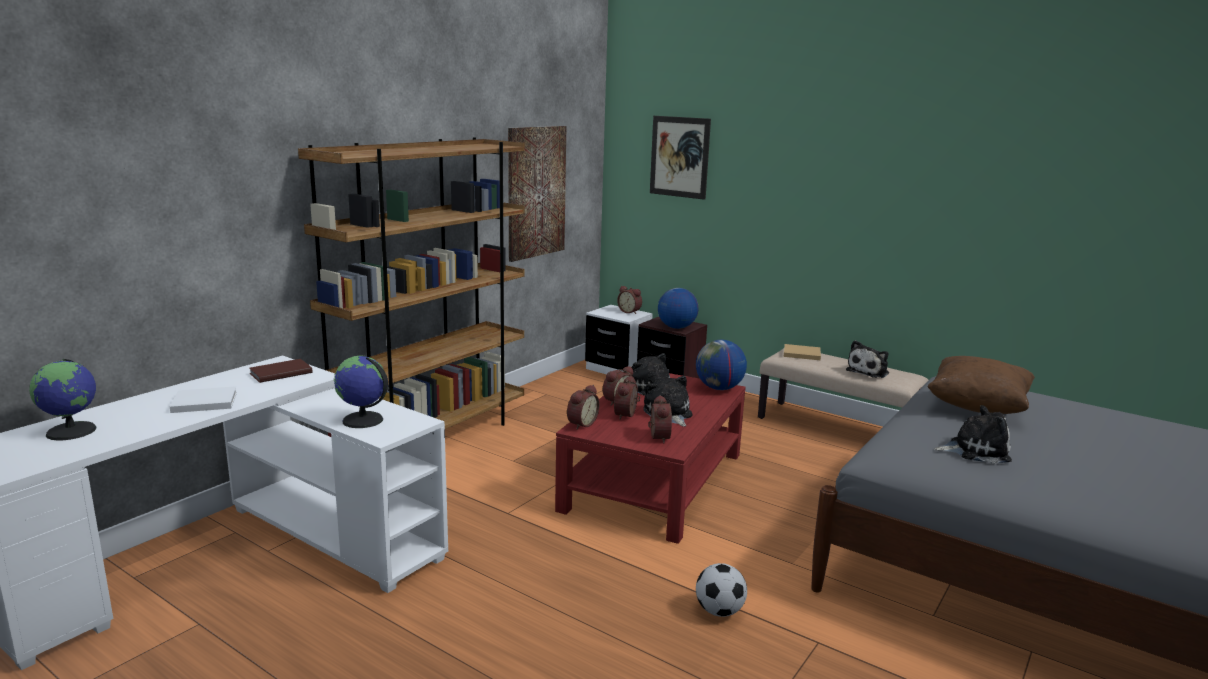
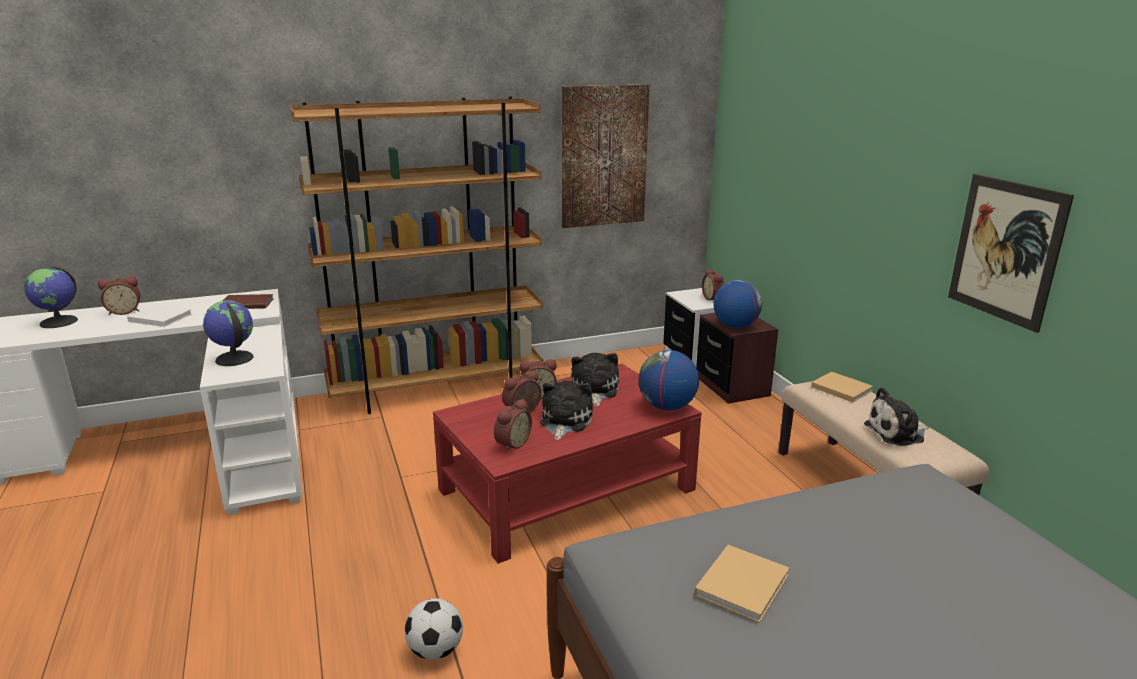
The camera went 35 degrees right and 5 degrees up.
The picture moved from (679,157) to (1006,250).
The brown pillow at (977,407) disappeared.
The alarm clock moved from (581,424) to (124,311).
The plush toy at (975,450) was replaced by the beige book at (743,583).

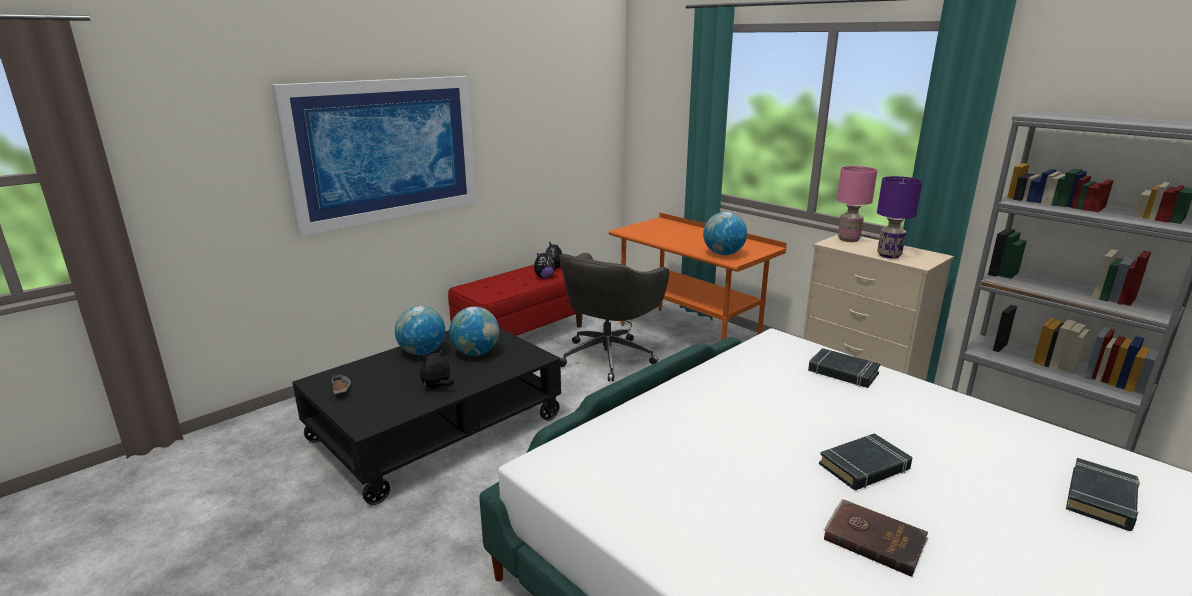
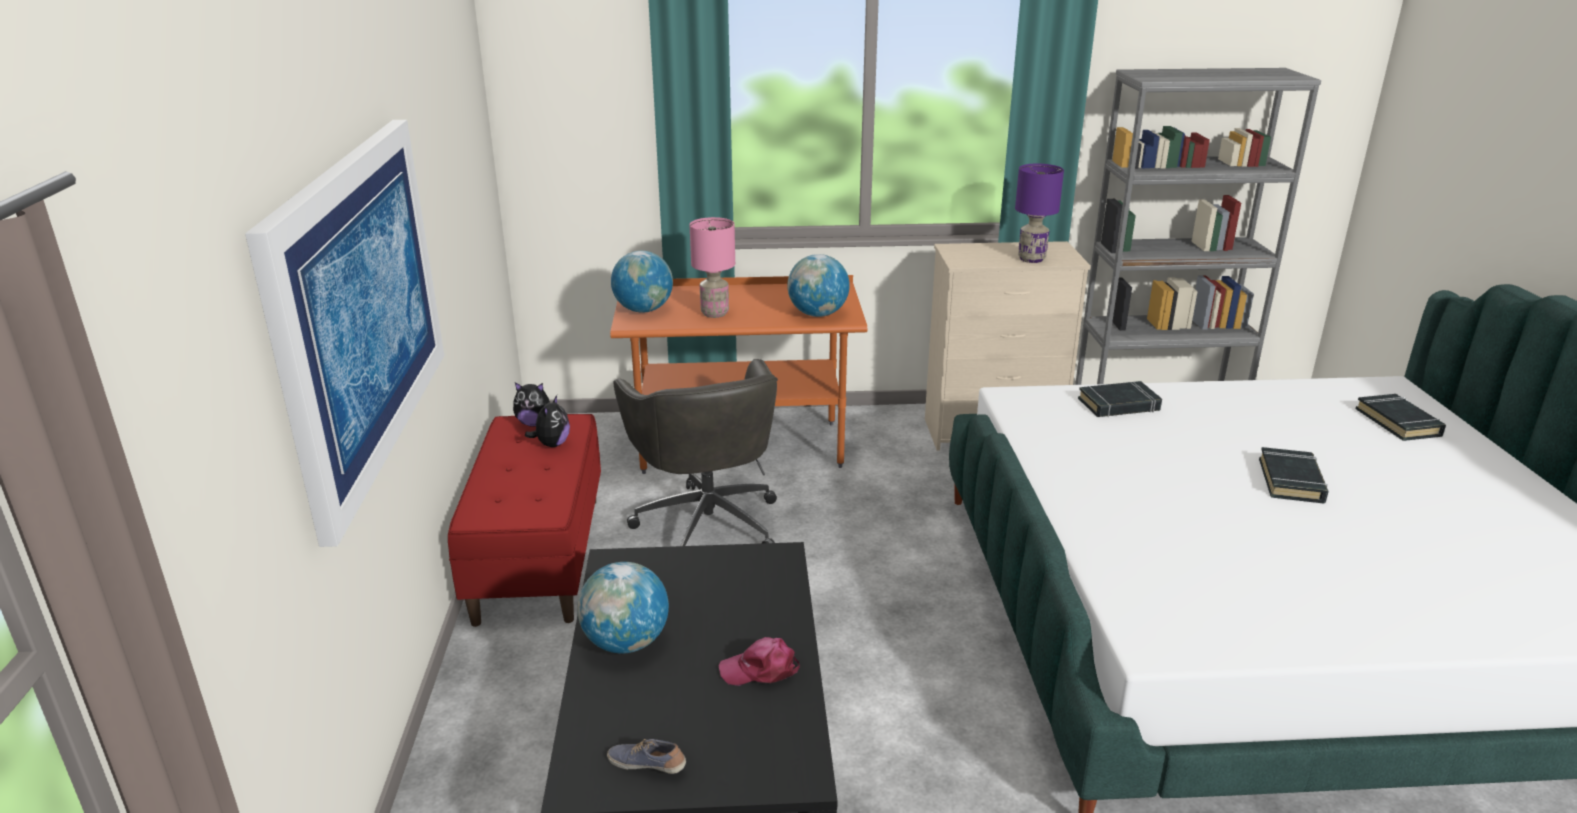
The camera went 50 degrees left and 5 degrees up.
The pink table lamp moved from (848,239) to (714,314).
The globe moved from (476,353) to (644,310).
The plush toy at (437,387) was replaced by the pink cap at (760,669).
The brown book at (874,538) disappeared.

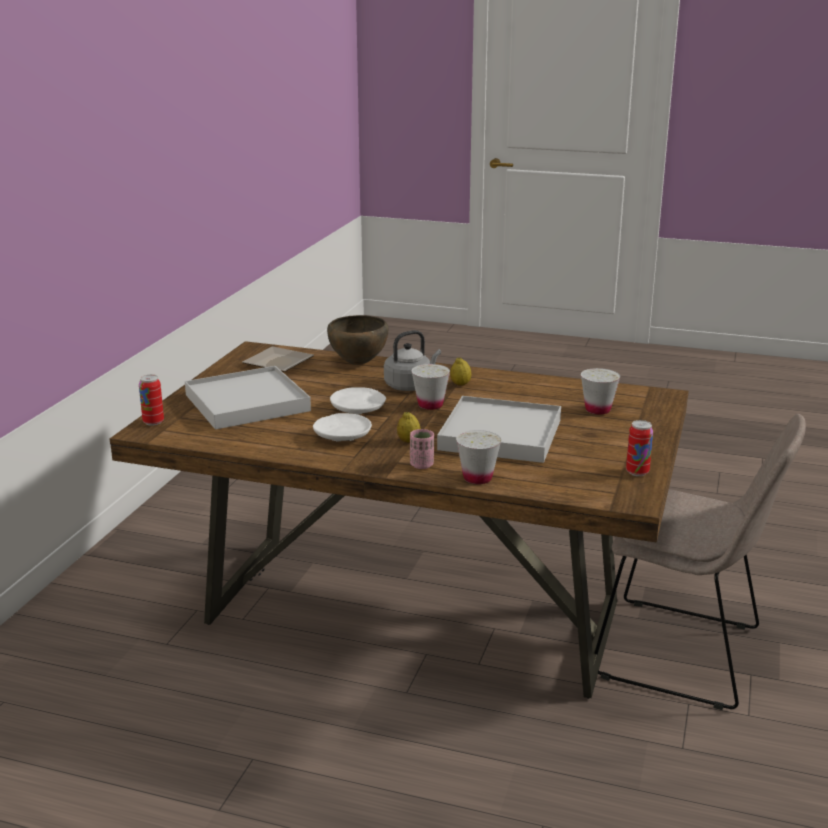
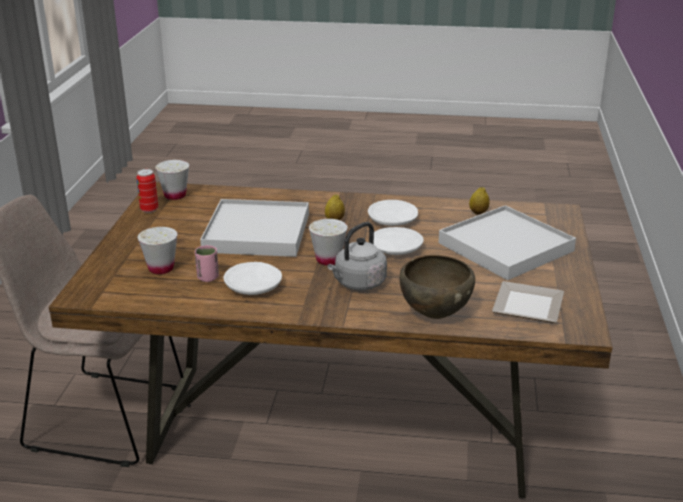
The camera went 170 degrees right and 5 degrees up.
The lemon moved from (460,384) to (478,212).
The can at (153,422) disappeared.
The pink cup moved from (421,465) to (208,278).
The white cup moved from (477,478) to (175,195).
The white plate at (254,287) appeared.

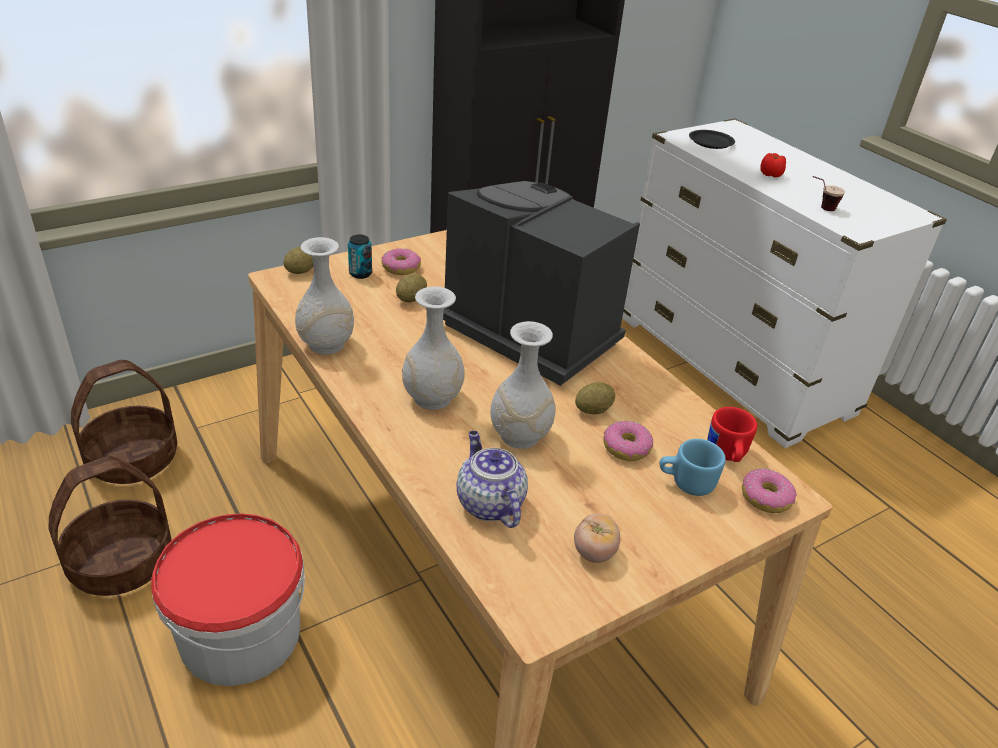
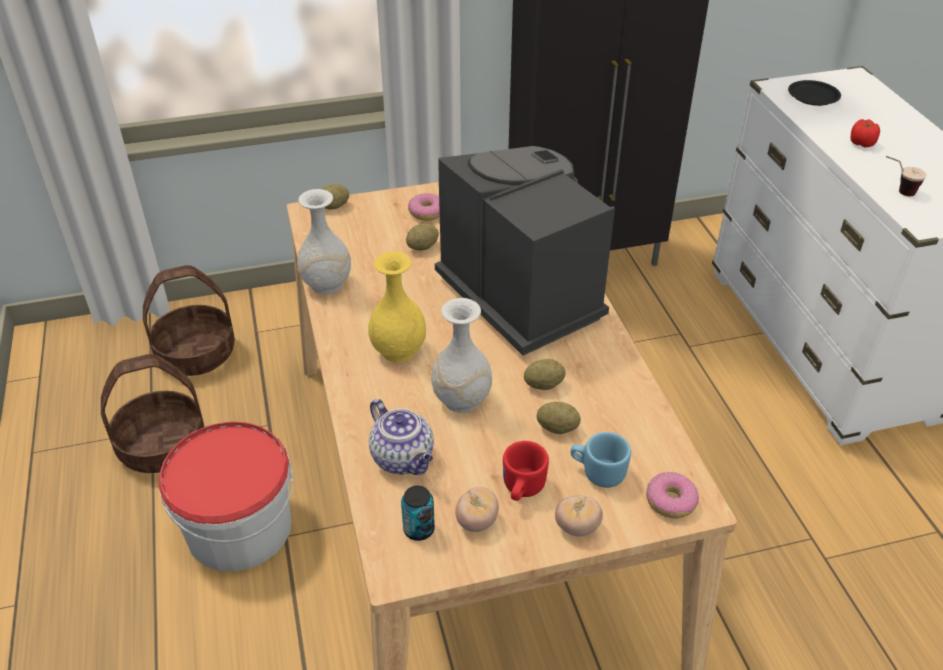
The camera went 20 degrees right and 5 degrees up.
The can moved from (360,273) to (419,529).
The white vase at (433,397) became the yellow vase at (399,350).
The red mug moved from (726,455) to (521,489).
The donut at (626,448) was replaced by the potato at (557,428).
The teapot at (488,503) turned 150 degrees clockwise.
The tomato at (577,527) appeared.

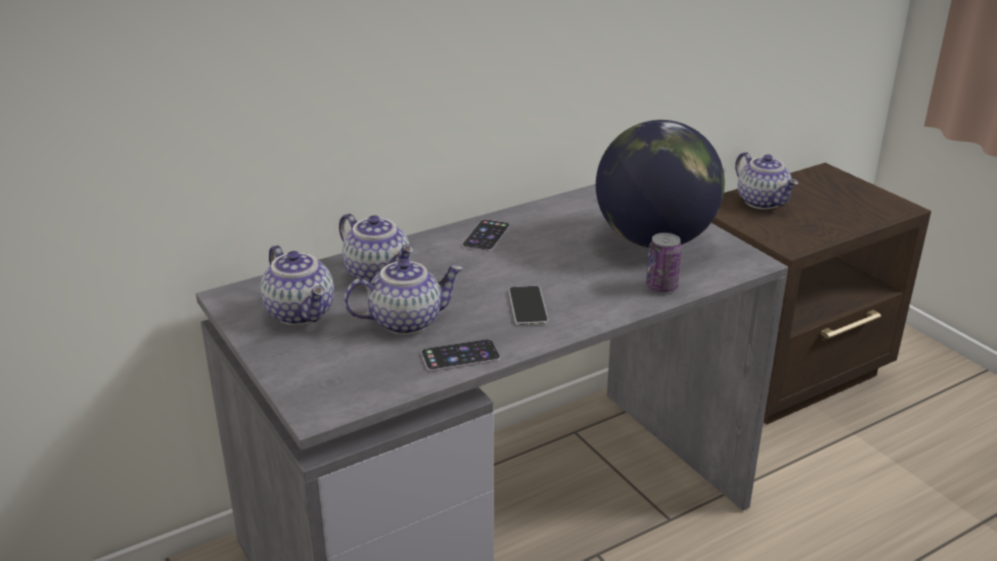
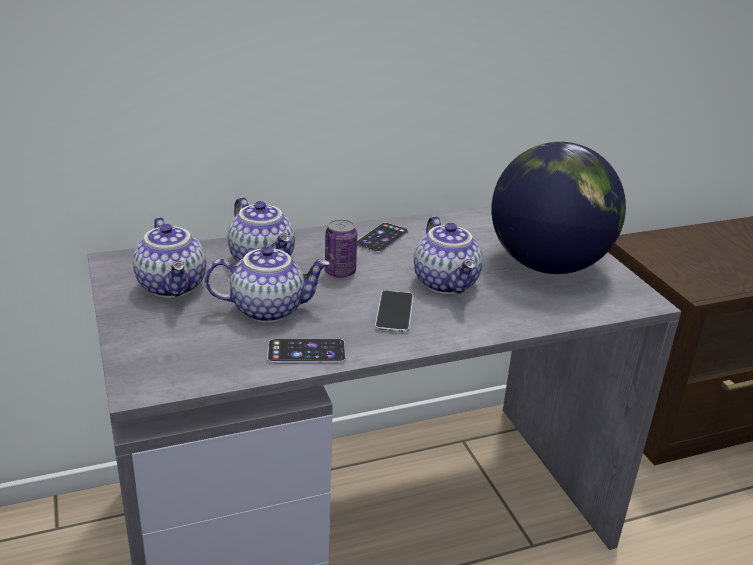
The camera went 10 degrees right and 0 degrees up.
The teapot moved from (763,202) to (447,283).
The can moved from (661,286) to (340,272).

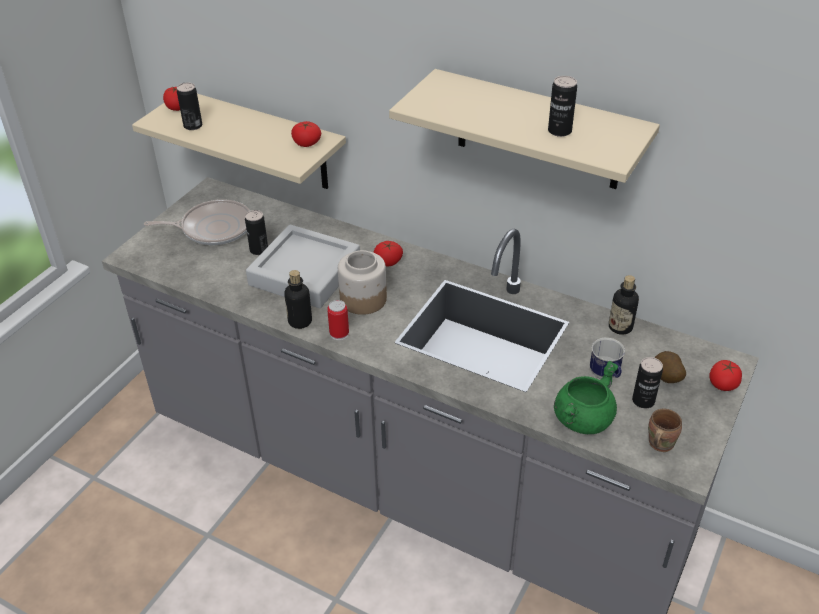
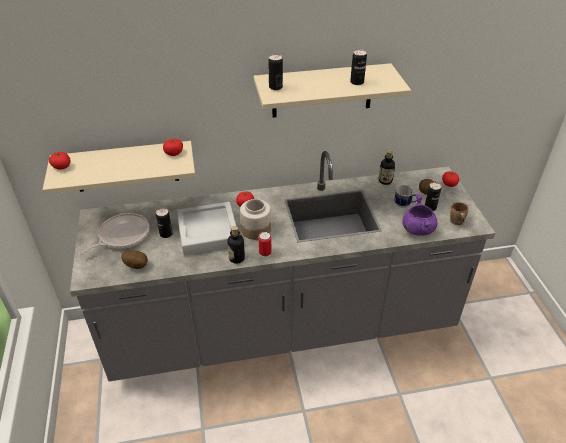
The camera went 40 degrees left and 0 degrees up.
The can moved from (193,126) to (275,87).
The green cooking pot at (582,418) became the purple cooking pot at (417,229).
The potato at (137,265) appeared.

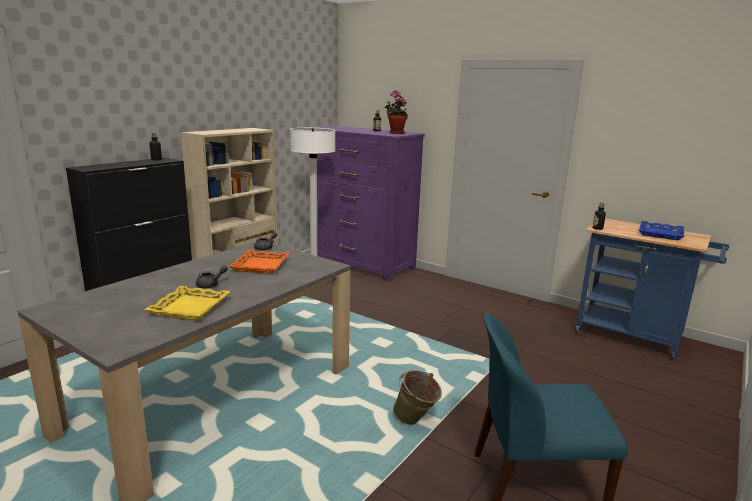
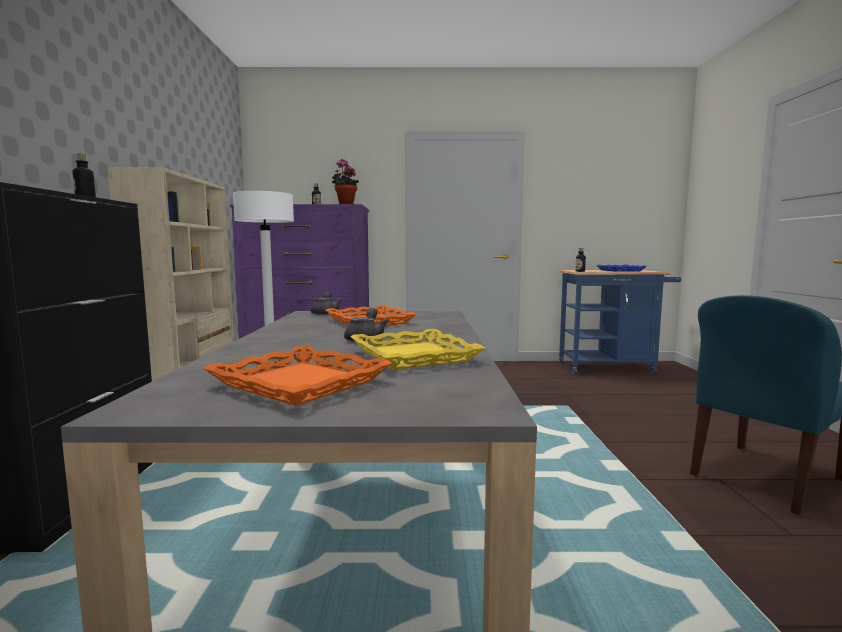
The camera went 35 degrees left and 10 degrees down.
The green bucket at (415,421) disappeared.
The orange tray at (301,383) appeared.

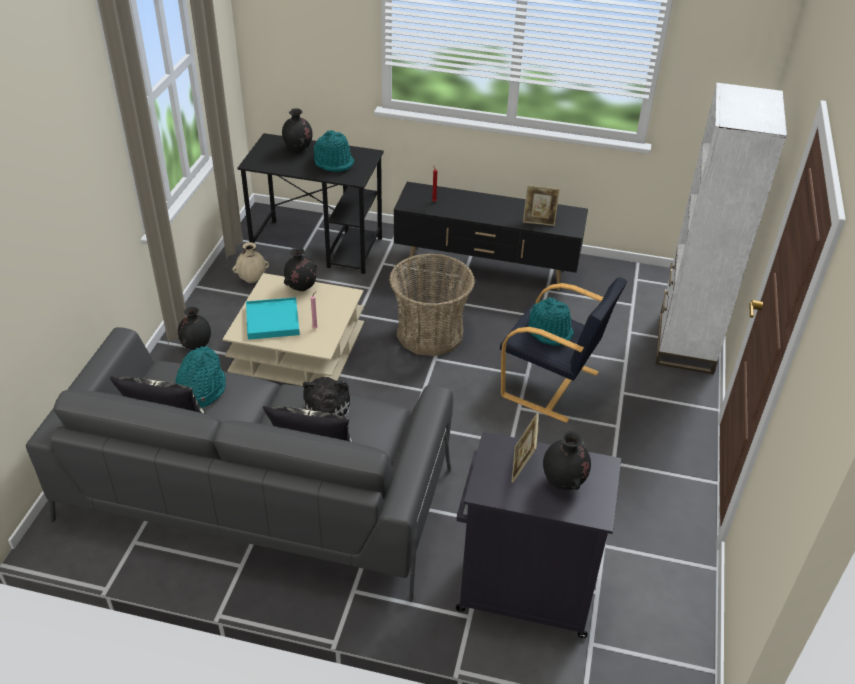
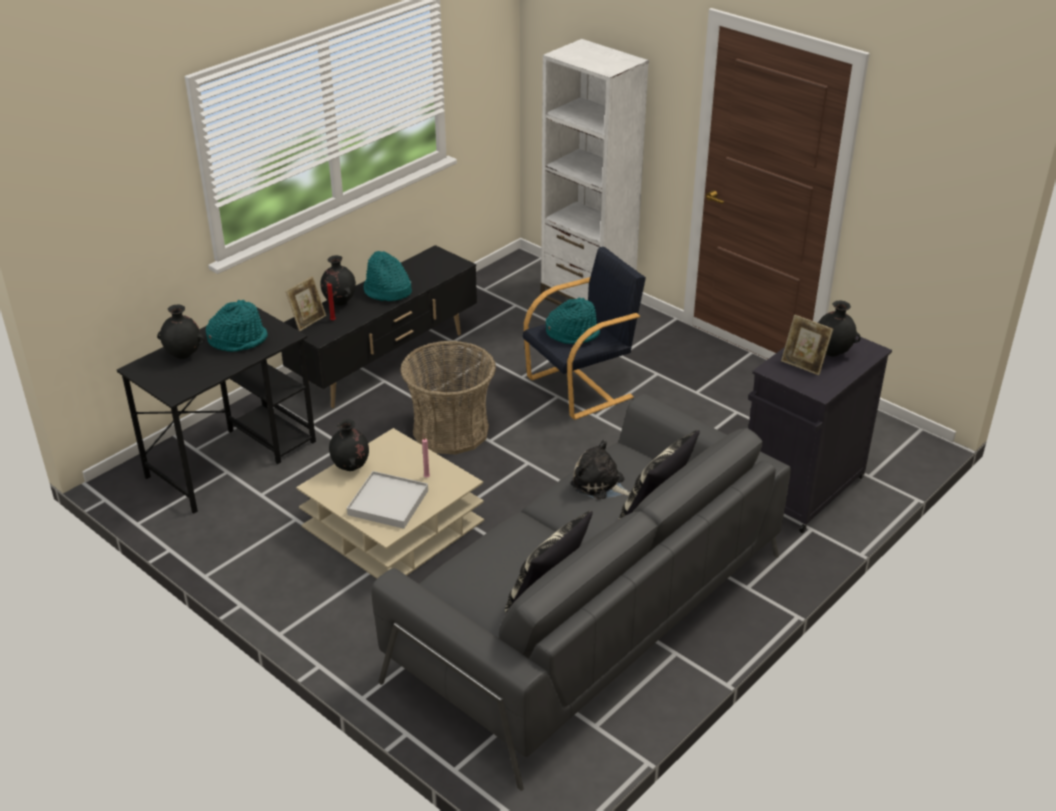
The camera went 60 degrees left and 5 degrees down.
The picture frame moved from (539,221) to (308,321).
The beige vase at (252,280) disappeared.
The turquoise tray at (272,321) became the white tray at (388,503).
The black vase moved from (196,346) to (339,302).
The turquoise hat moved from (200,389) to (387,291).

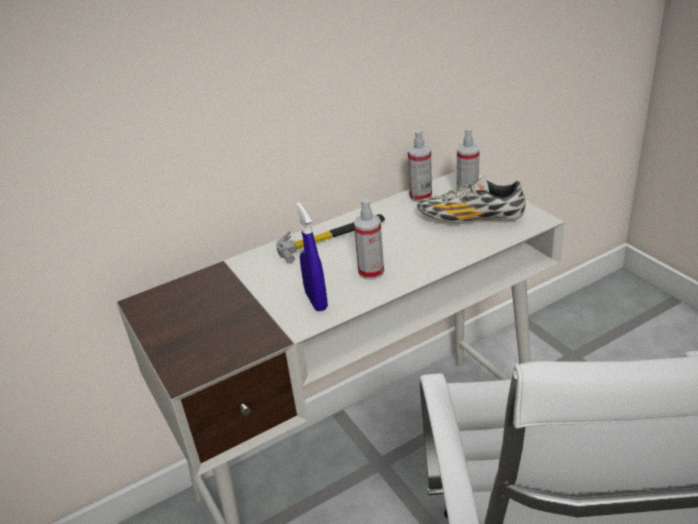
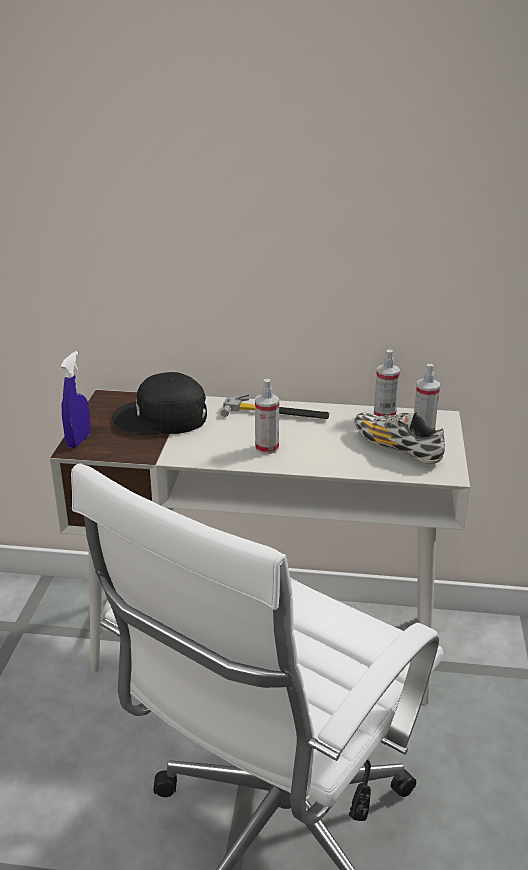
The camera went 35 degrees right and 5 degrees down.
The blue spray bottle moved from (316,301) to (79,440).
The black cap at (161,417) appeared.

